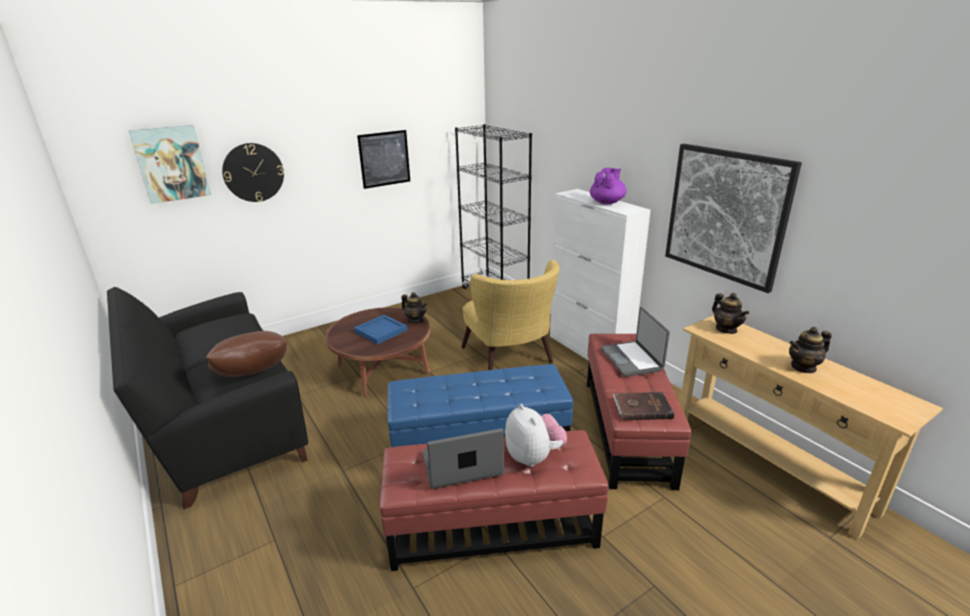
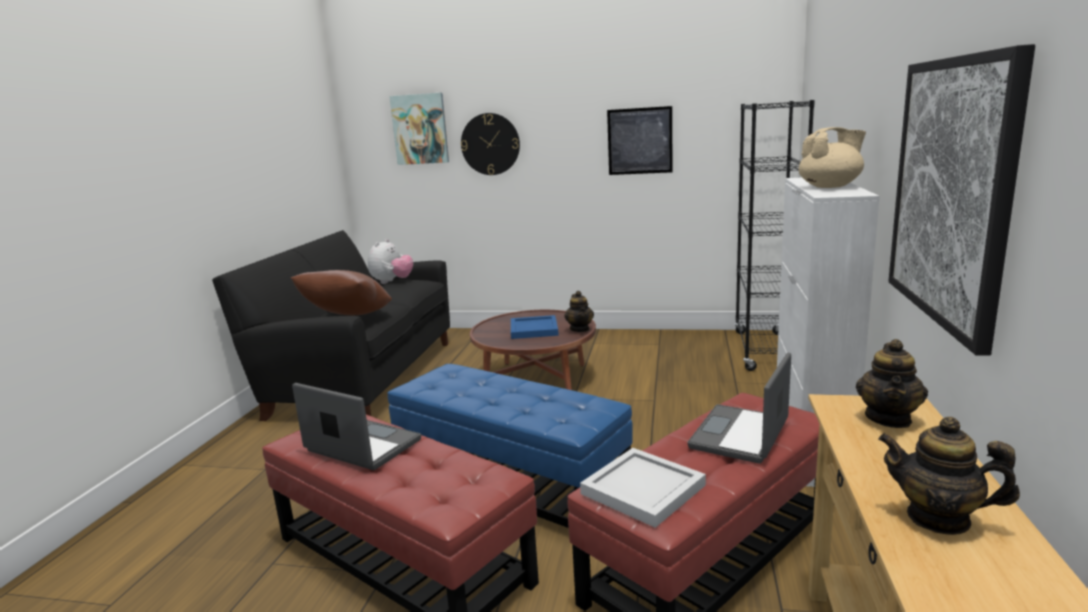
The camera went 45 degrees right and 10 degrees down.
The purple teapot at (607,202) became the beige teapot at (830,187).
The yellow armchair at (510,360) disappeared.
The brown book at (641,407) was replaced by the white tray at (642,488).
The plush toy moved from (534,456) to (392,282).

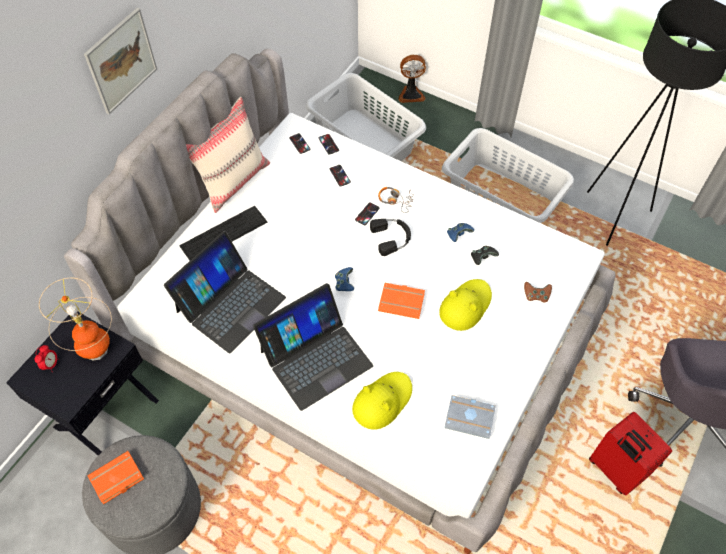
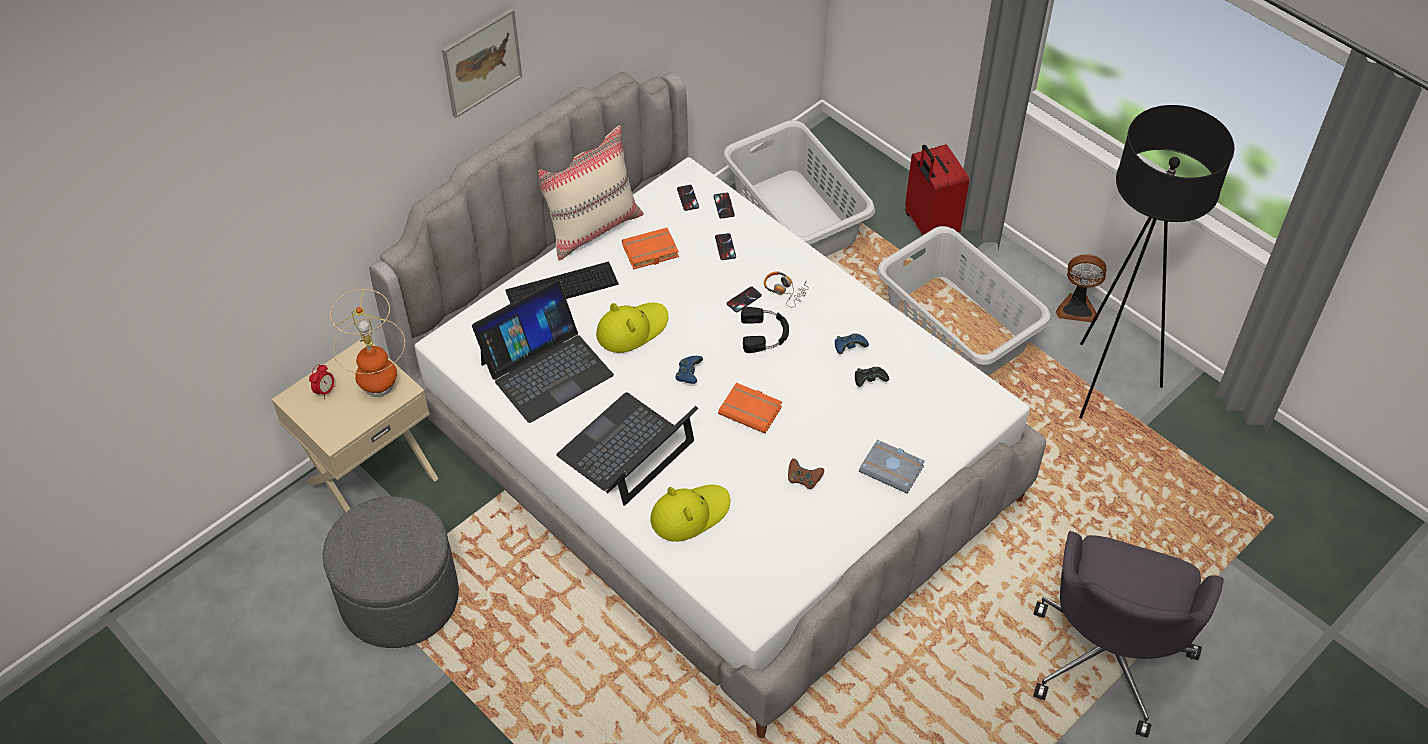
The camera went 15 degrees right and 5 degrees down.
The fan moved from (411,94) to (1077,307).
The yellow hat moved from (465,306) to (632,329).
The brown game controller moved from (536,296) to (803,479).
The laptop at (315,357) turned 150 degrees clockwise.
The black nightstand at (105,413) became the beige nightstand at (371,478).
The grey book moved from (470,417) to (893,469).
The red suitcase moved from (615,470) to (929,226).
The orange book moved from (116,480) to (649,252).

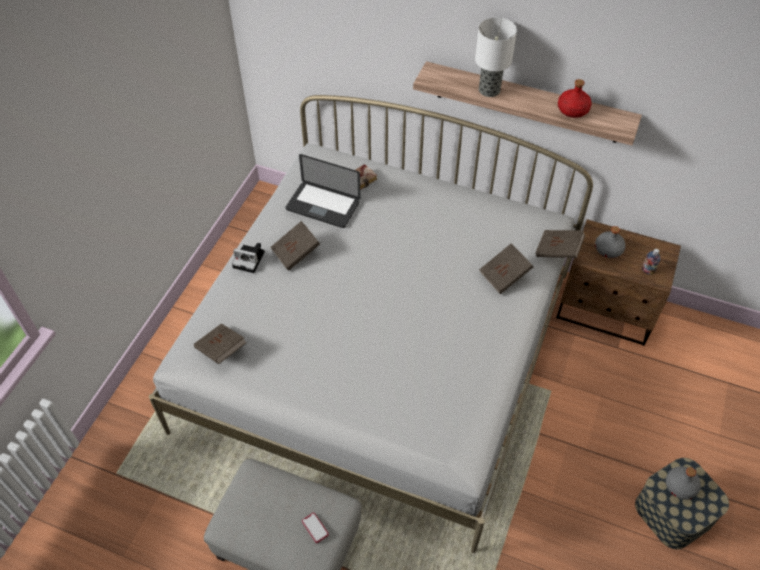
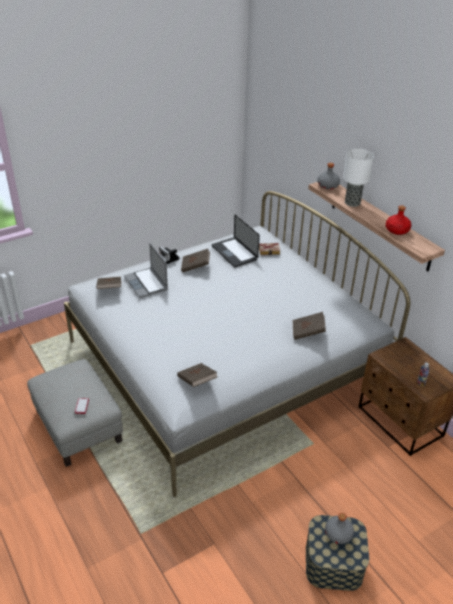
The camera went 35 degrees right and 15 degrees down.
The grey bottle moved from (608,250) to (327,186).
The brown book moved from (558,251) to (197,381).
The laptop at (147,284) appeared.

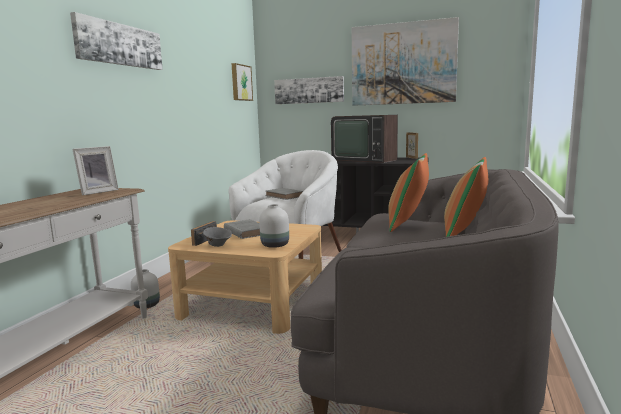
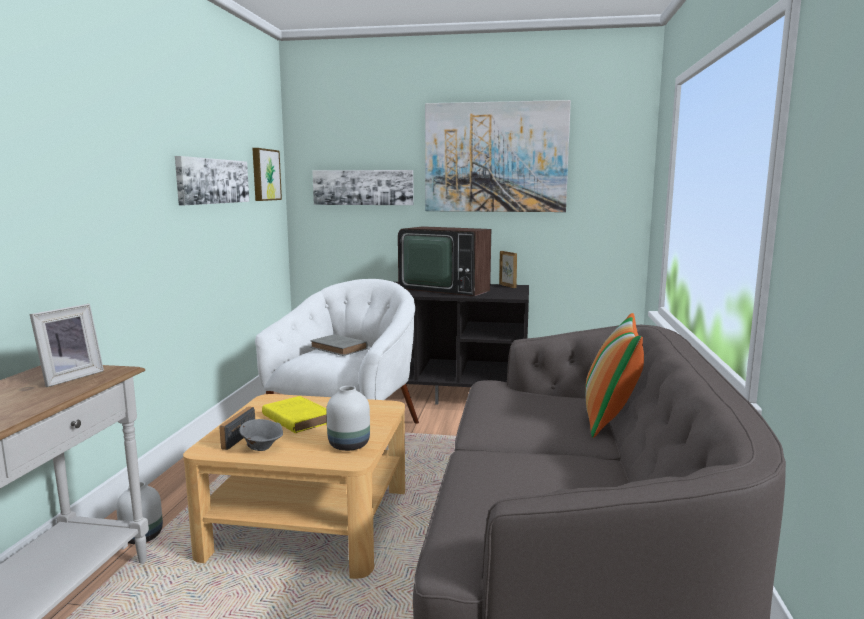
The camera went 10 degrees left and 0 degrees up.
The picture moved from (119,45) to (213,181).
The pillow at (408,224) disappeared.
The grey book at (245,232) became the yellow book at (296,418).

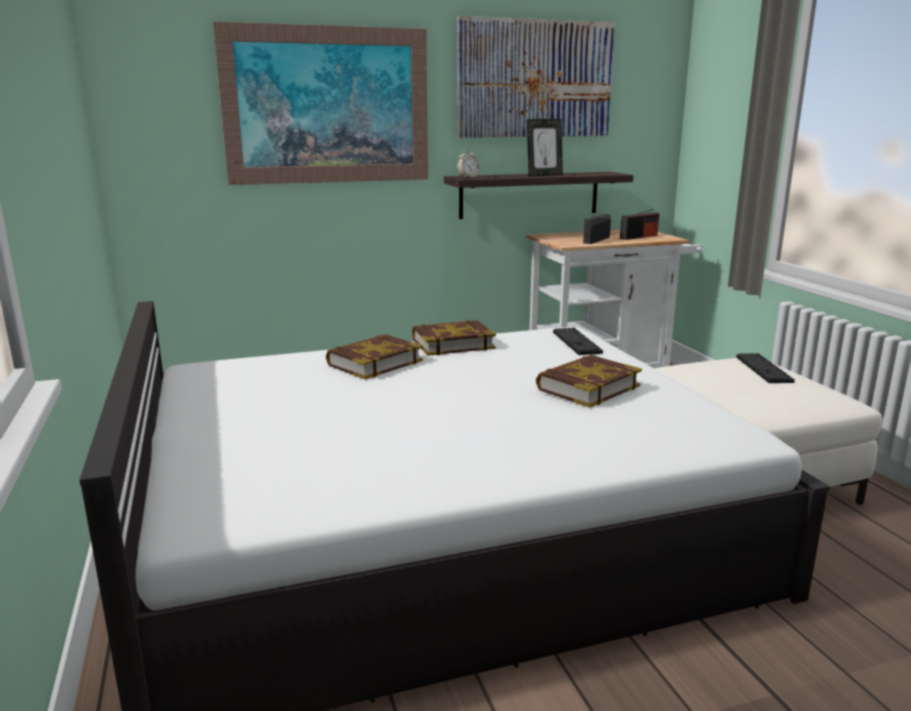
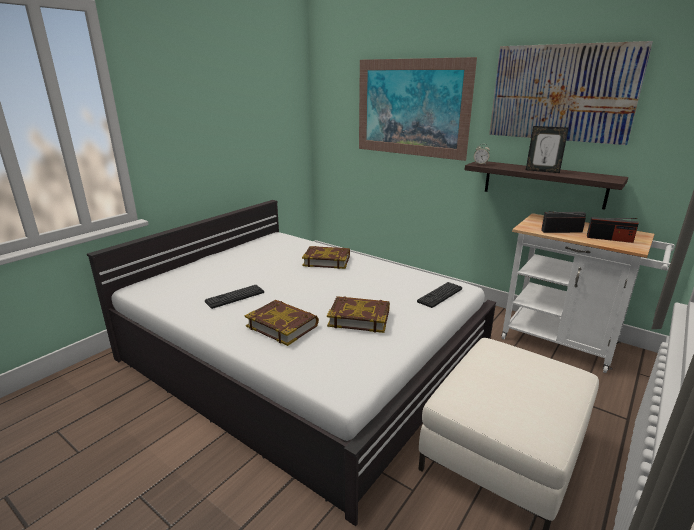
The camera went 55 degrees right and 5 degrees up.
The book moved from (452,344) to (282,325).
The keyboard moved from (763,369) to (235,297).

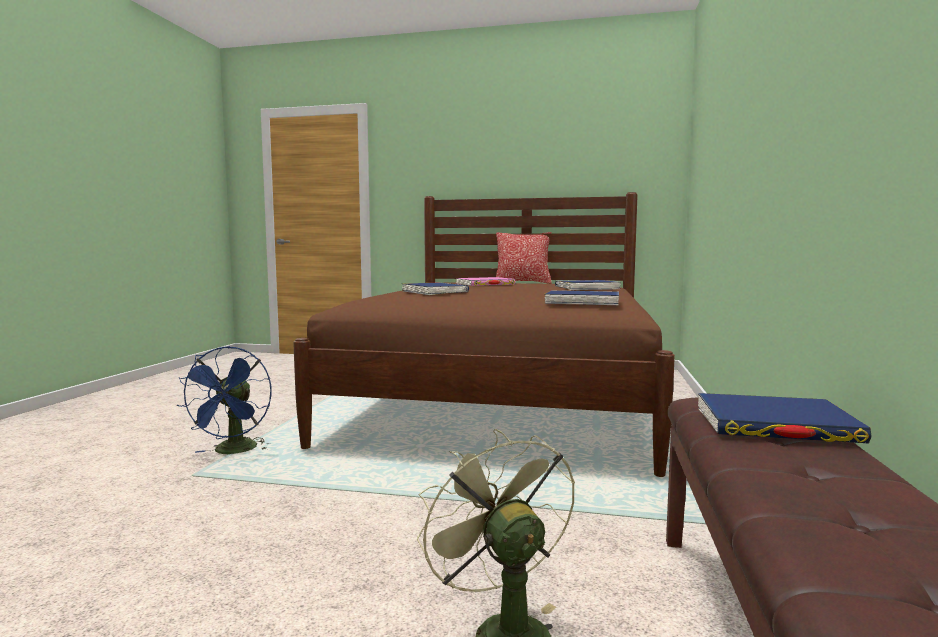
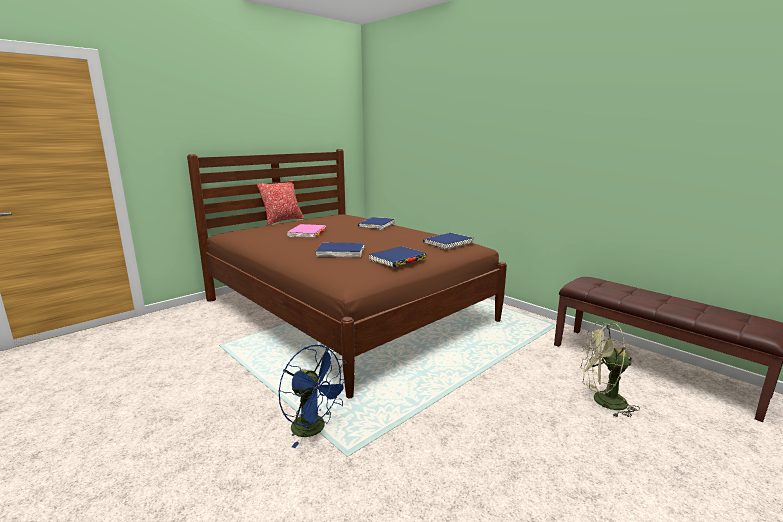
The camera went 55 degrees left and 10 degrees up.
The blue book moved from (774,425) to (398,259).

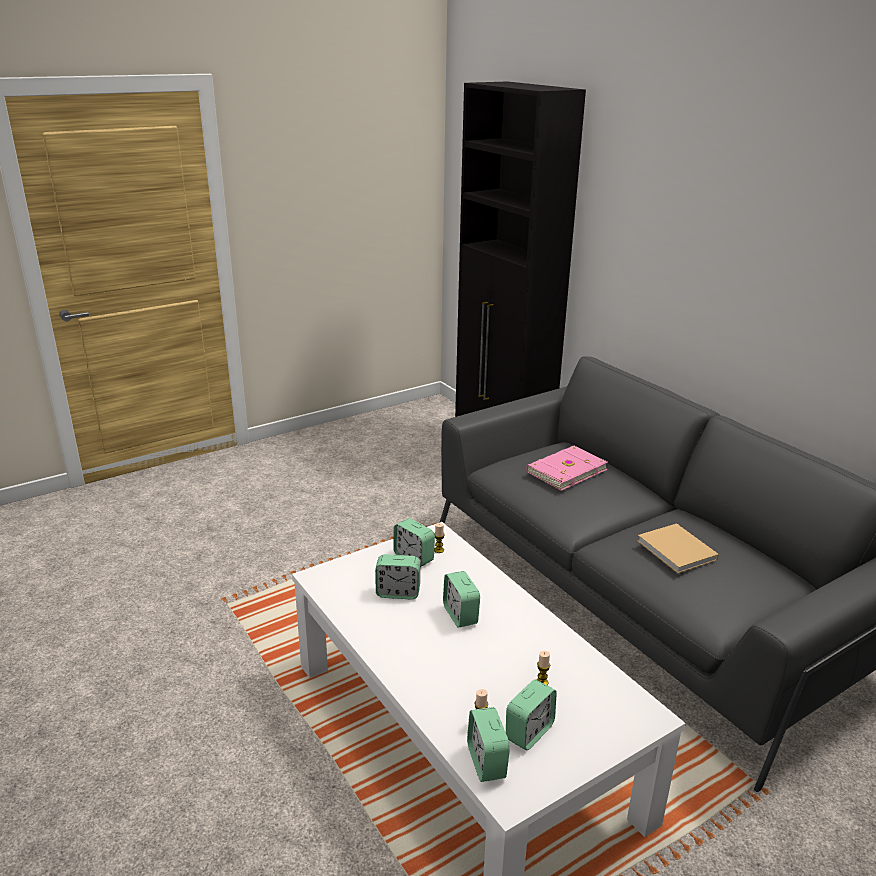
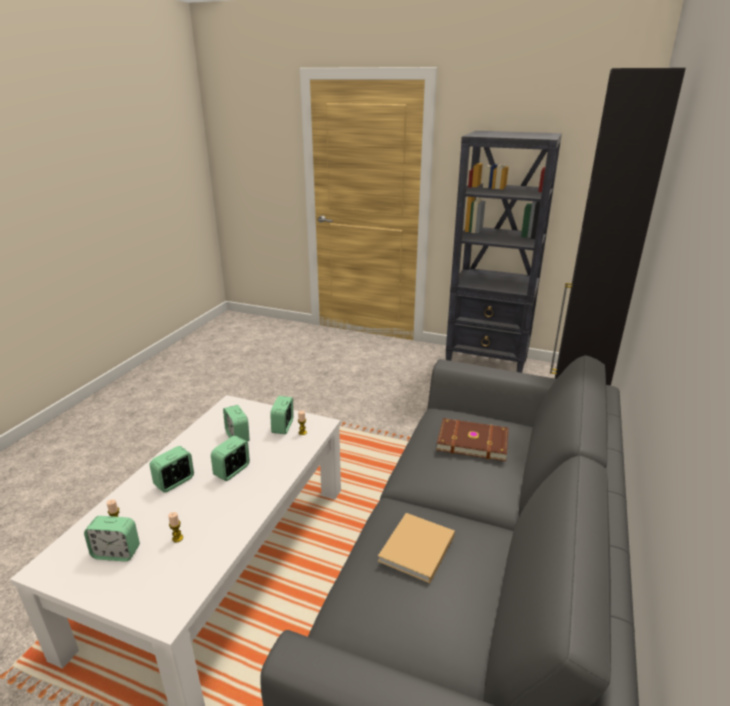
The camera went 55 degrees right and 0 degrees up.
The pink book at (565,470) became the brown book at (472,441).
The alarm clock moved from (486,762) to (175,482).
The black bookcase at (487,366) appeared.

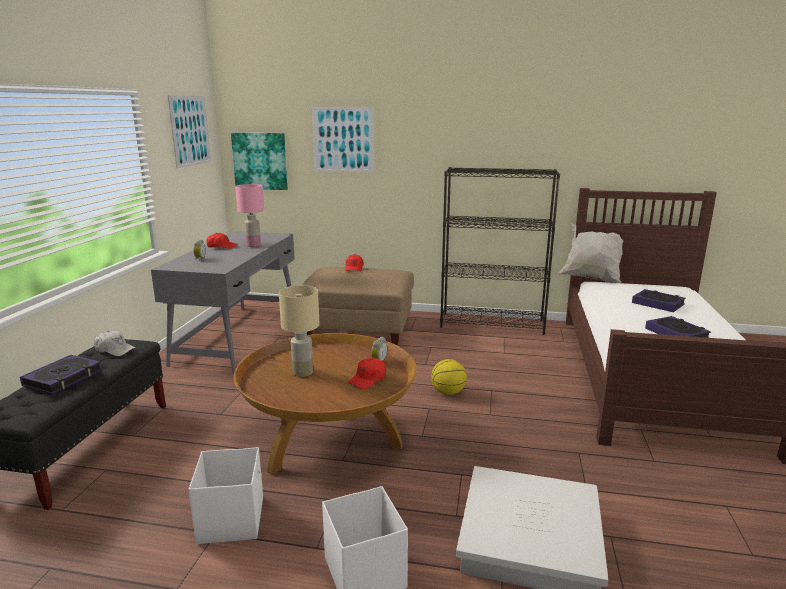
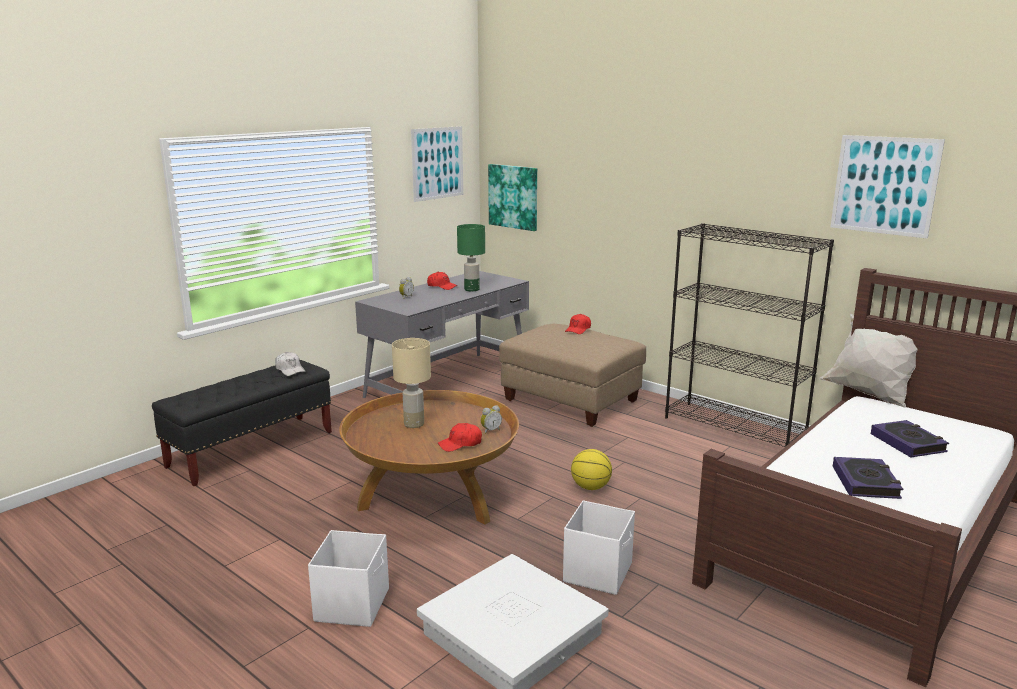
The camera went 30 degrees right and 0 degrees up.
The picture moved from (343,139) to (884,185).
The pink table lamp at (253,245) became the green table lamp at (471,289).
The book at (63,378) disappeared.
The white storage box moved from (232,519) to (598,572).

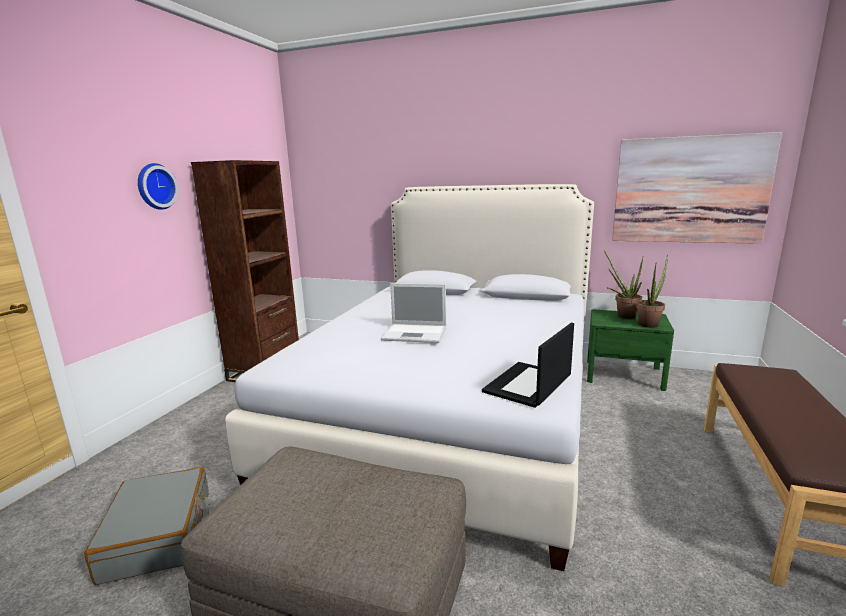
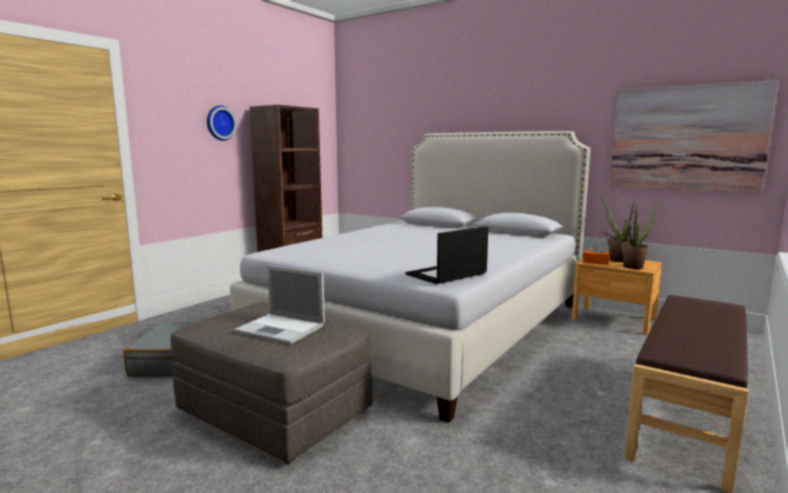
The camera went 15 degrees right and 5 degrees down.
The laptop moved from (416,333) to (282,329).
The green nightstand at (623,375) became the brown nightstand at (613,319).
The orange tissue box at (595,262) appeared.

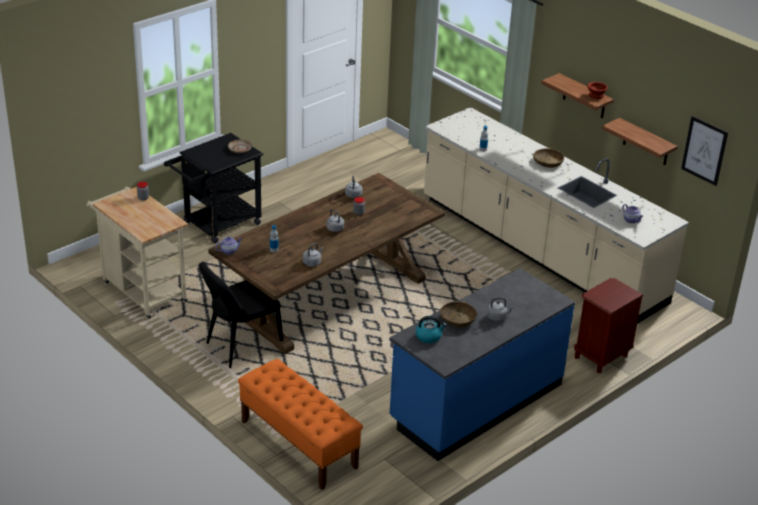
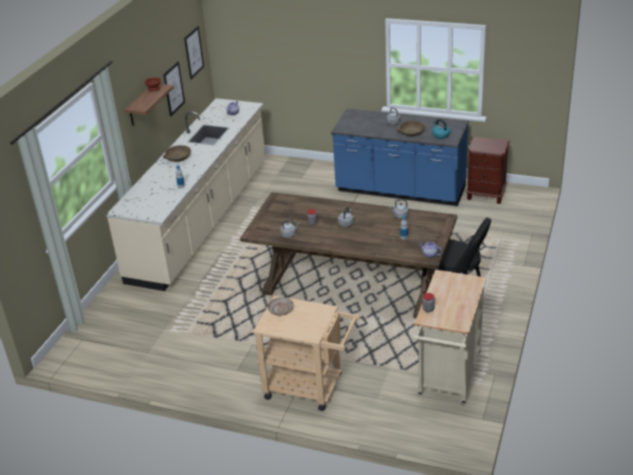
The camera went 115 degrees left and 0 degrees up.
The shelf at (646,142) was replaced by the picture at (174,88).
The black cart at (217,225) became the beige cart at (310,387).
The brown nightstand moved from (601,356) to (486,195).
The orange bench at (298,444) disappeared.

